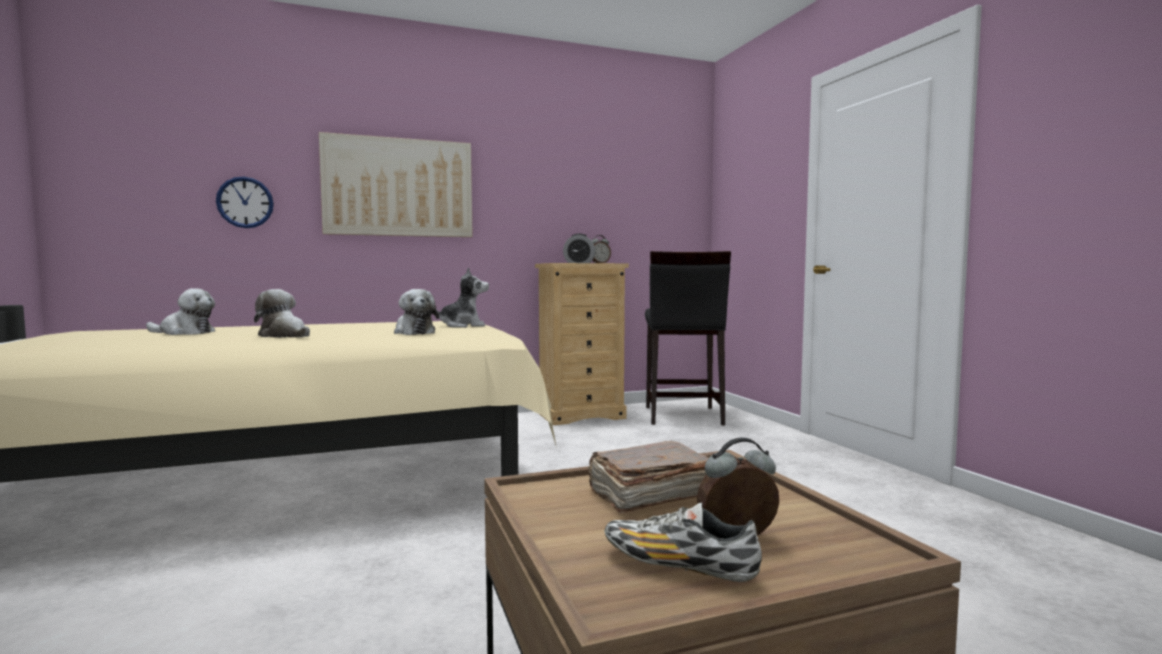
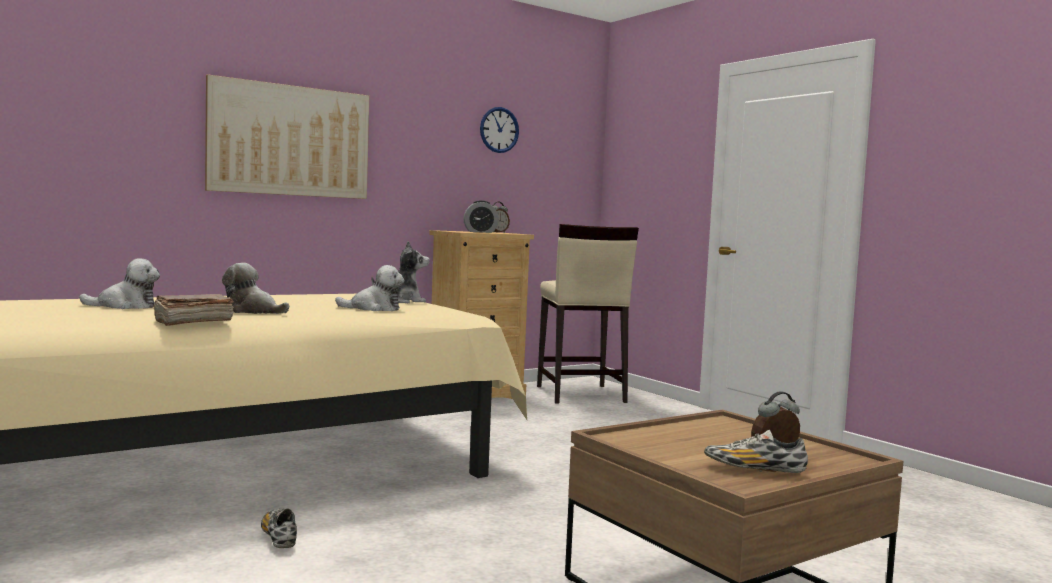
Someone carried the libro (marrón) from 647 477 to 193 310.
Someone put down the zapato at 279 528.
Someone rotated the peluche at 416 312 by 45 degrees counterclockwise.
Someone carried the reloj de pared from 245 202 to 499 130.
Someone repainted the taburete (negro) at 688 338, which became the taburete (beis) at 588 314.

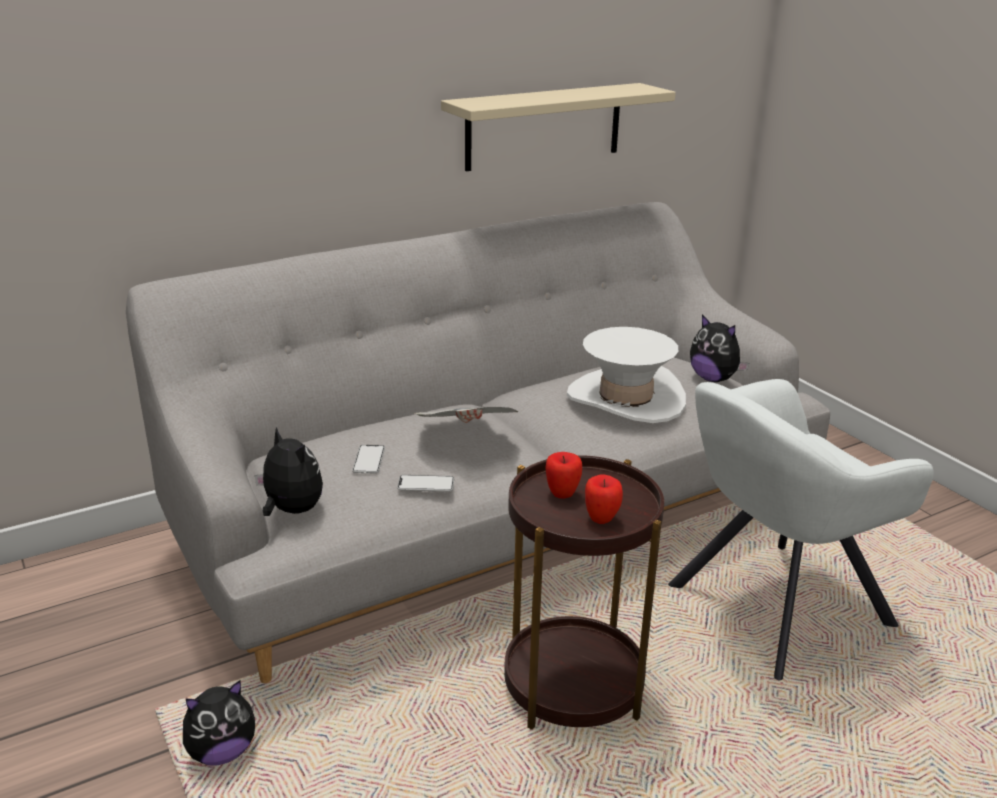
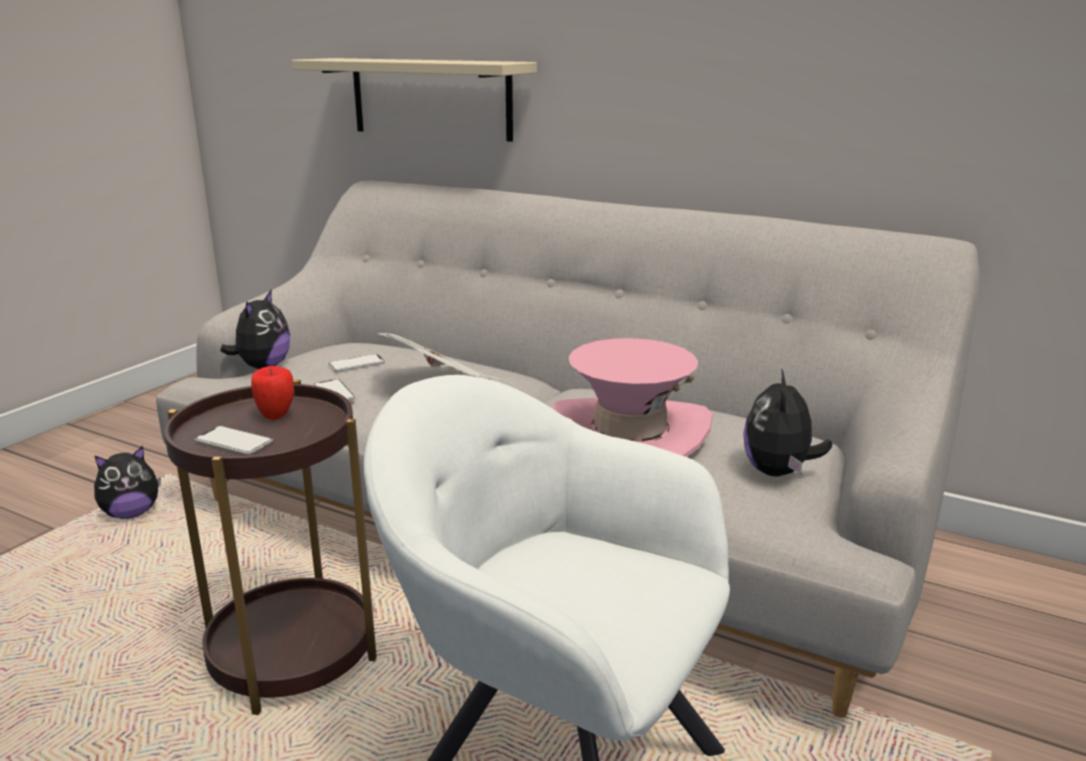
Someone rotated the peluche at 219 722 by 60 degrees counterclockwise.
Someone swapped the manzana at 604 499 for the móvil at 233 440.
Someone carried the estante (beis) from 558 127 to 414 100.
Someone repainted the sombrero (blanco) at 626 375, which became the sombrero (rosa) at 631 397.

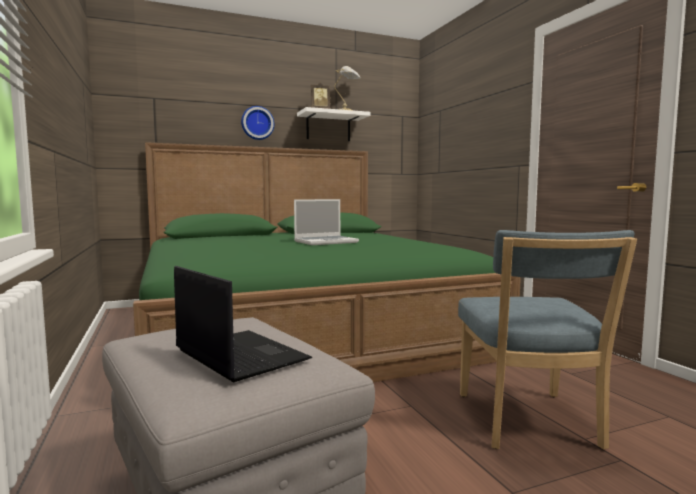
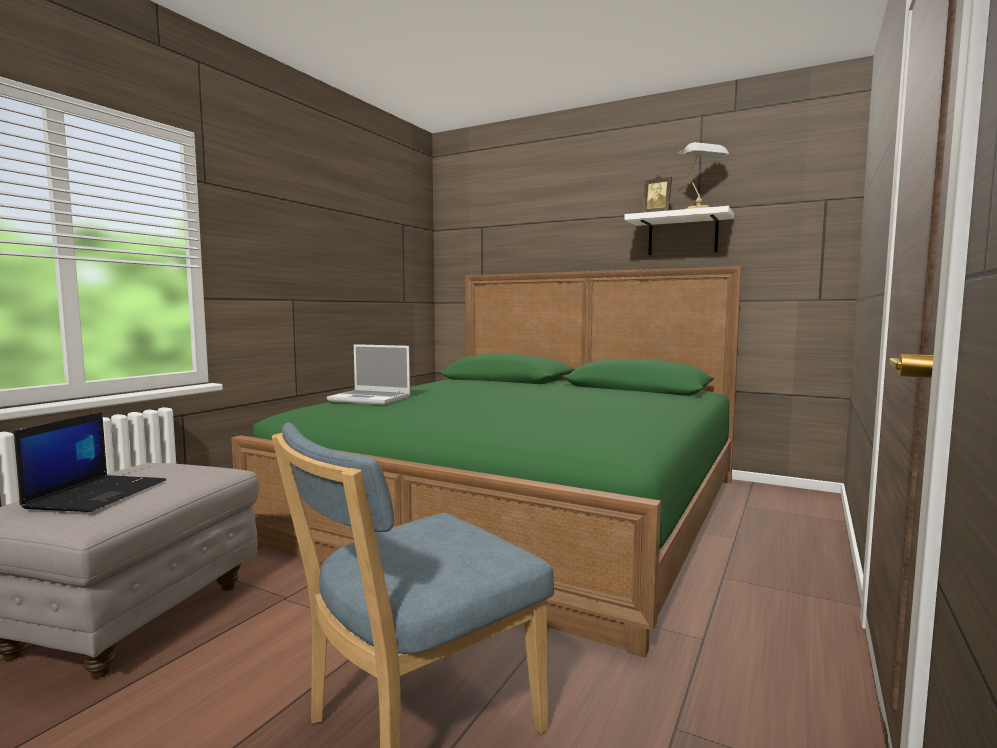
Someone carried the portátil from 326 222 to 368 374.
Someone took away the reloj de pared at 257 123.

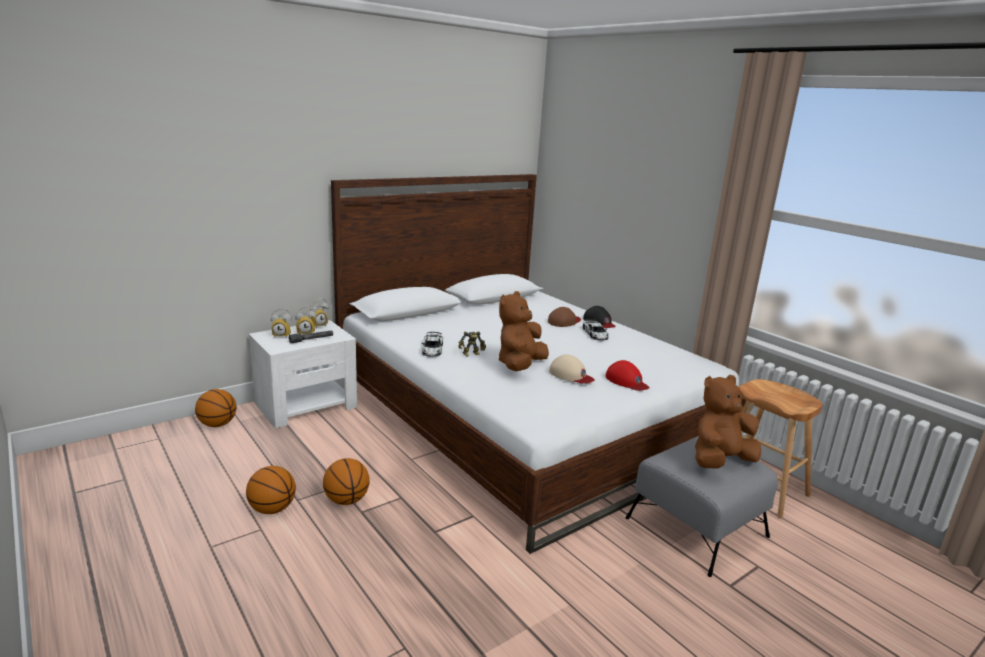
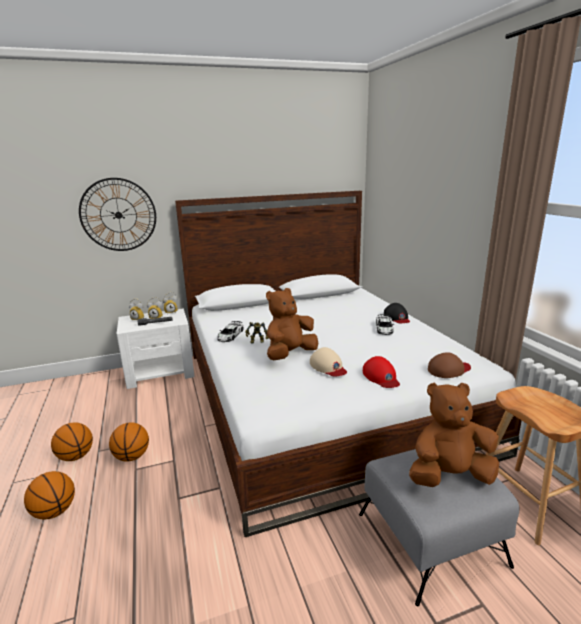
Someone carried the balón de baloncesto from 216 408 to 49 495.
Someone put up the reloj de pared at 117 214.
Someone carried the gorra (marrón) from 564 317 to 449 365.

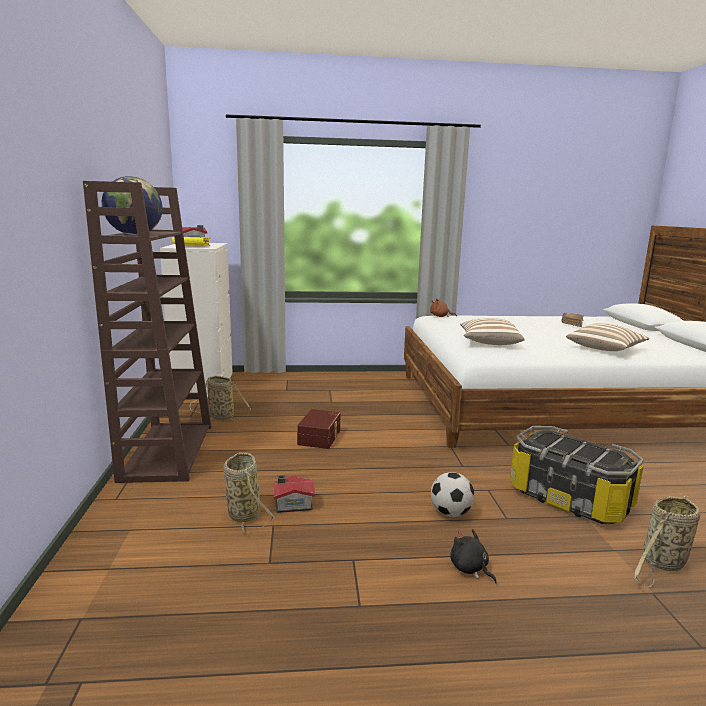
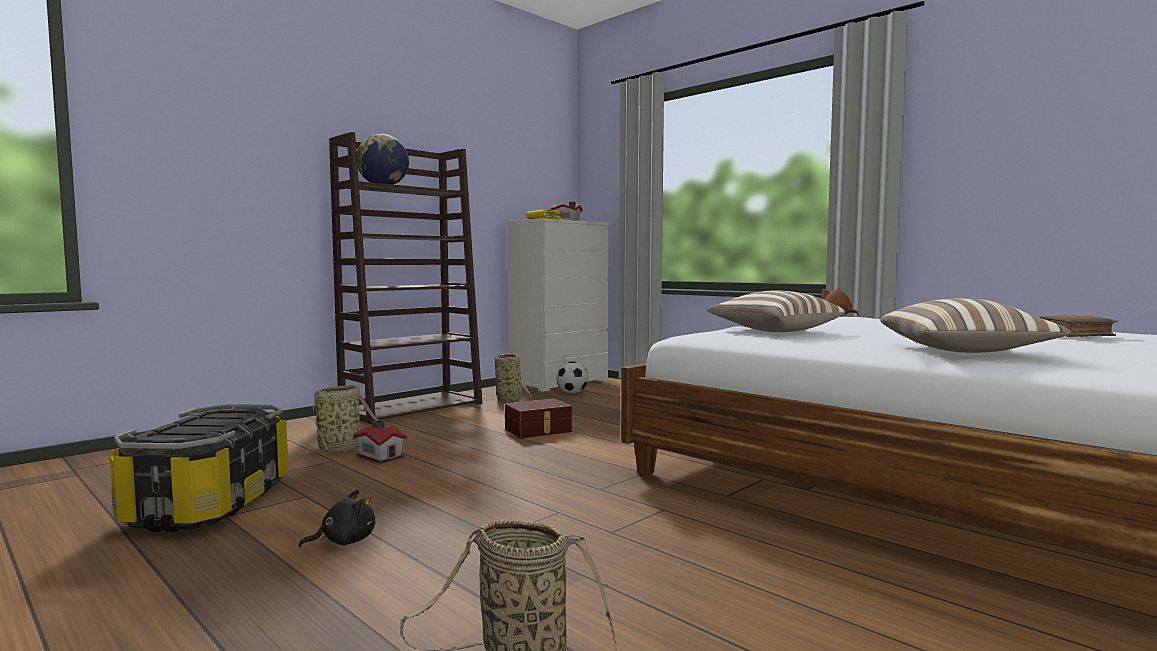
Someone carried the caja de almacenaje from 577 475 to 198 468.
Someone rotated the peluche (negro) at 473 556 by 45 degrees clockwise.
Someone carried the balón de fútbol from 452 494 to 572 377.

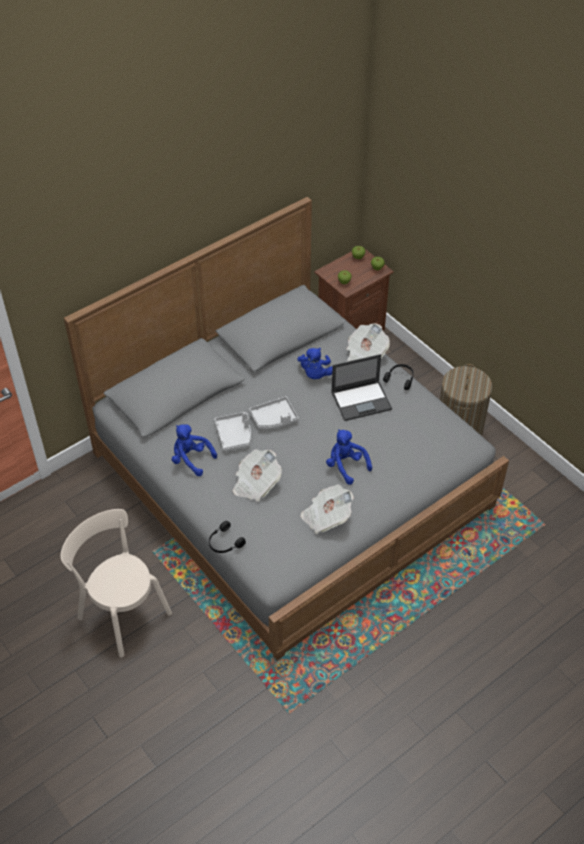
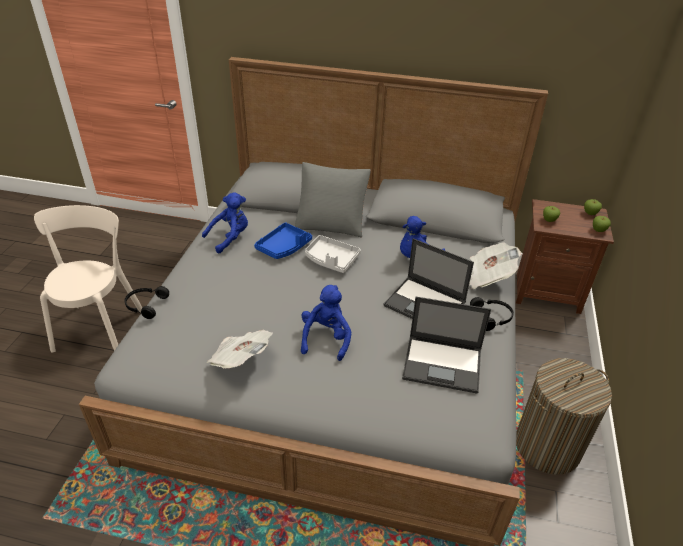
Someone rotated the peluche (azul) at 194 450 by 60 degrees clockwise.
Someone repainted the bandeja (gris) at 232 432, which became the bandeja (azul) at 283 240.
Someone put down the cojín (gris) at 333 199.
Someone put down the portátil at 446 345.
Someone took away the periódico at 257 475.

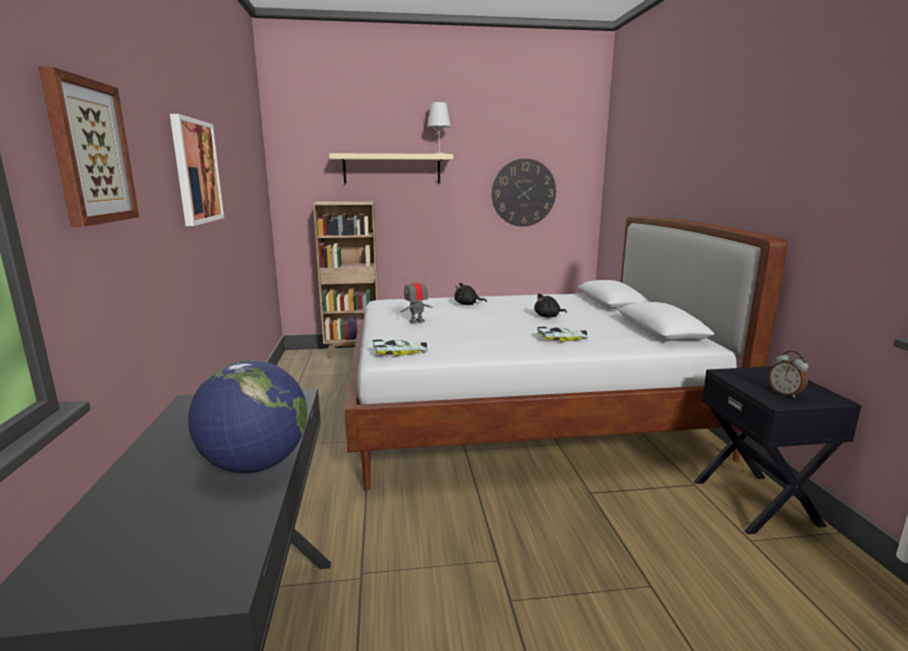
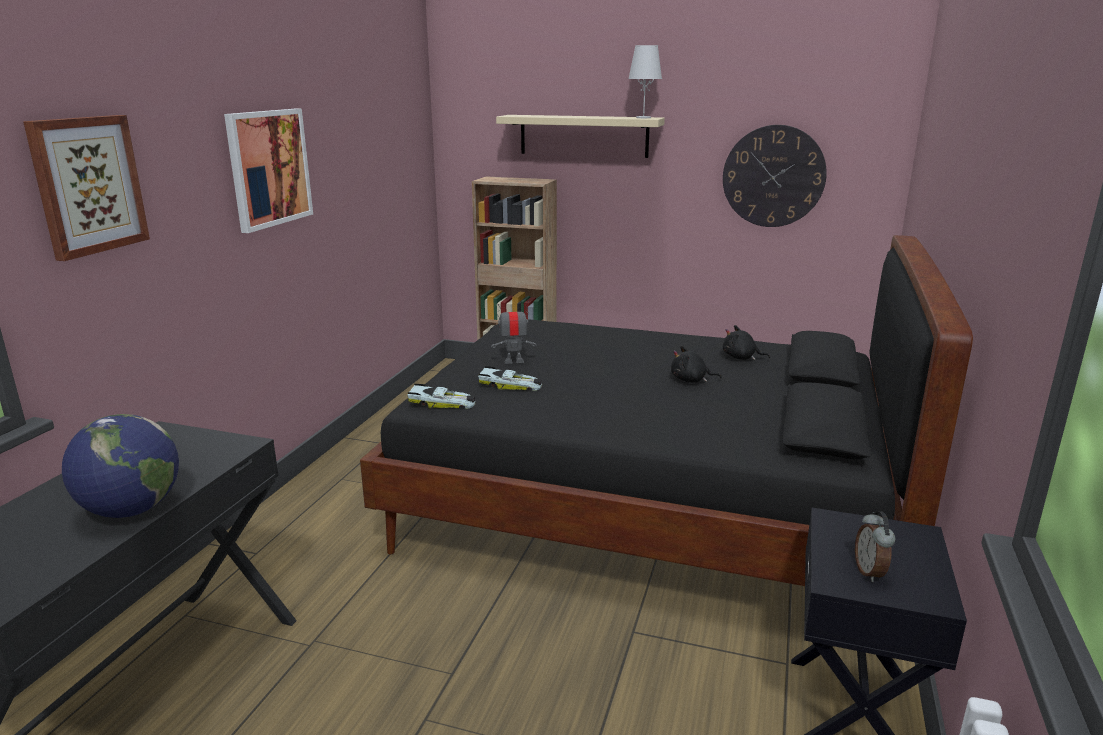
Someone repainted the cama (blanco) at 566 353, which became the cama (negro) at 666 410.
Someone carried the coche de juguete from 562 334 to 510 378.
Someone carried the peluche (negro) from 470 294 to 746 342.

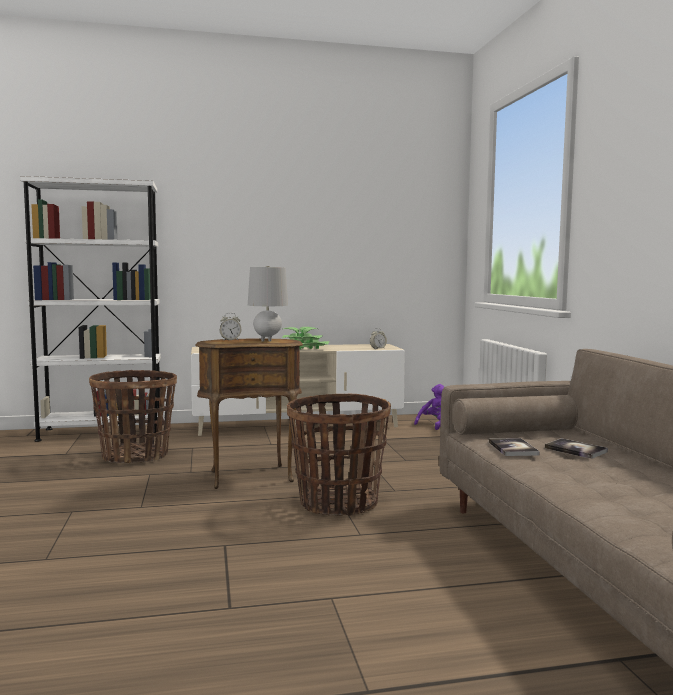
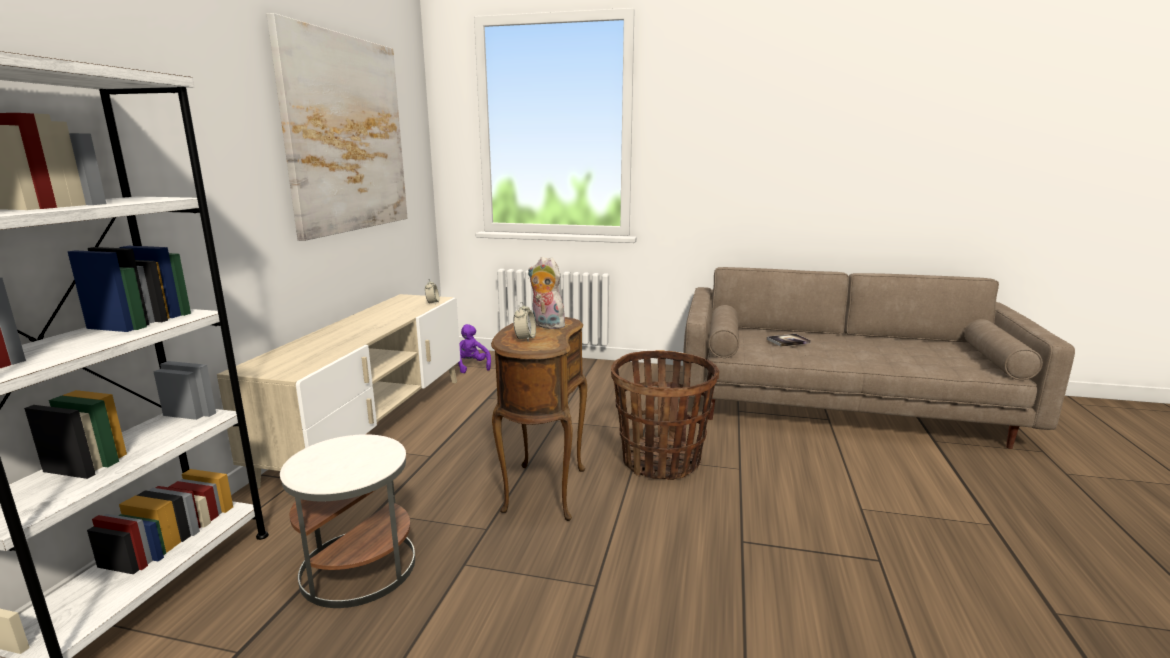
Someone put up the cuadro at 337 127.
Someone swapped the cesta at 133 416 for the mesa auxiliar (blanco) at 347 521.
Someone swapped the lámpara de mesa (gris) at 268 304 for the peluche at 548 293.
Someone took away the planta en maceta at 306 338.
Someone took away the libro at 514 447.

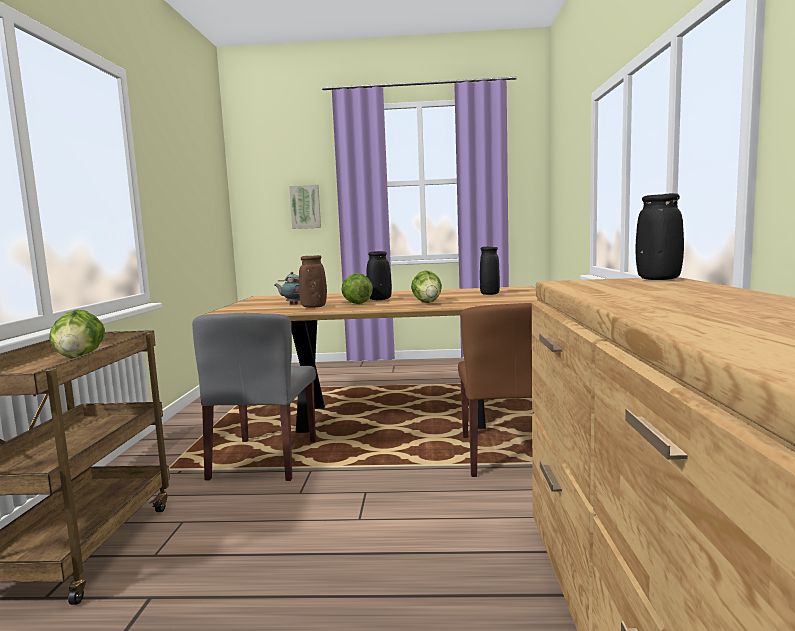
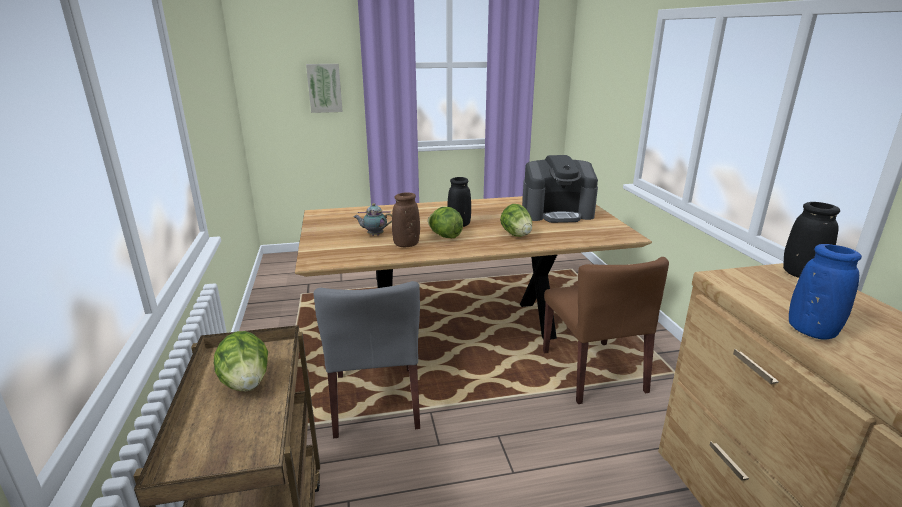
Someone swapped the florero (negro) at 490 271 for the cafetera at 560 189.
Someone put down the florero (azul) at 825 292.

